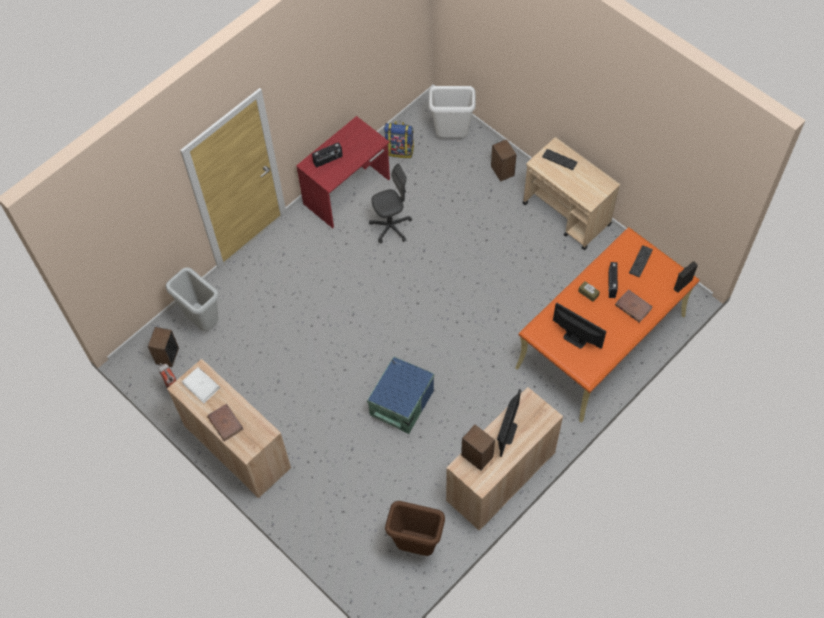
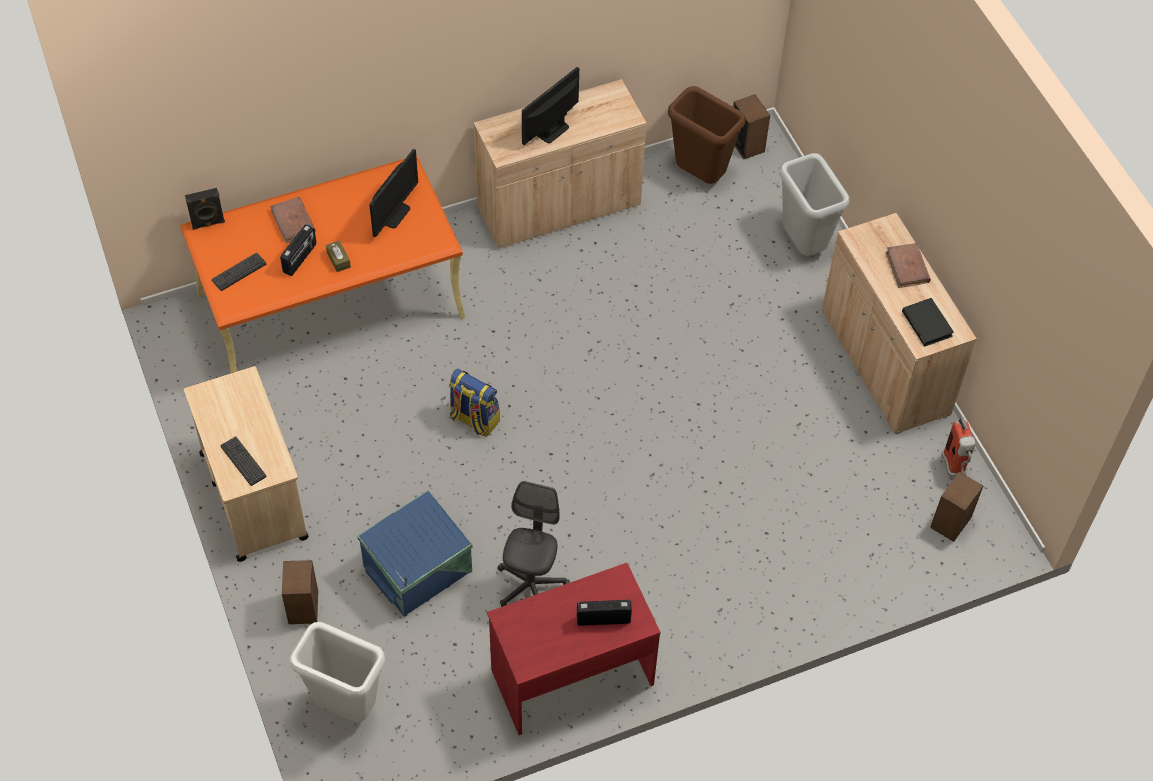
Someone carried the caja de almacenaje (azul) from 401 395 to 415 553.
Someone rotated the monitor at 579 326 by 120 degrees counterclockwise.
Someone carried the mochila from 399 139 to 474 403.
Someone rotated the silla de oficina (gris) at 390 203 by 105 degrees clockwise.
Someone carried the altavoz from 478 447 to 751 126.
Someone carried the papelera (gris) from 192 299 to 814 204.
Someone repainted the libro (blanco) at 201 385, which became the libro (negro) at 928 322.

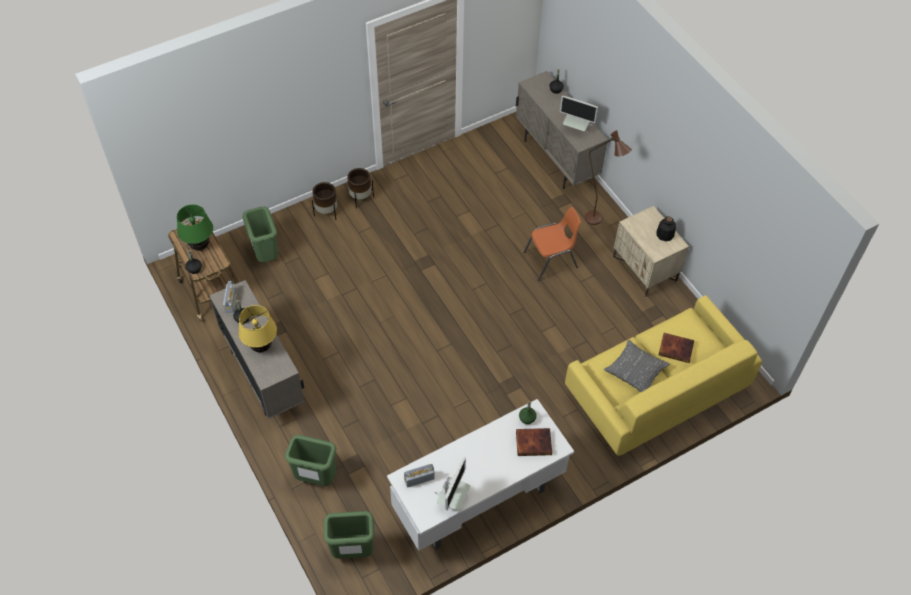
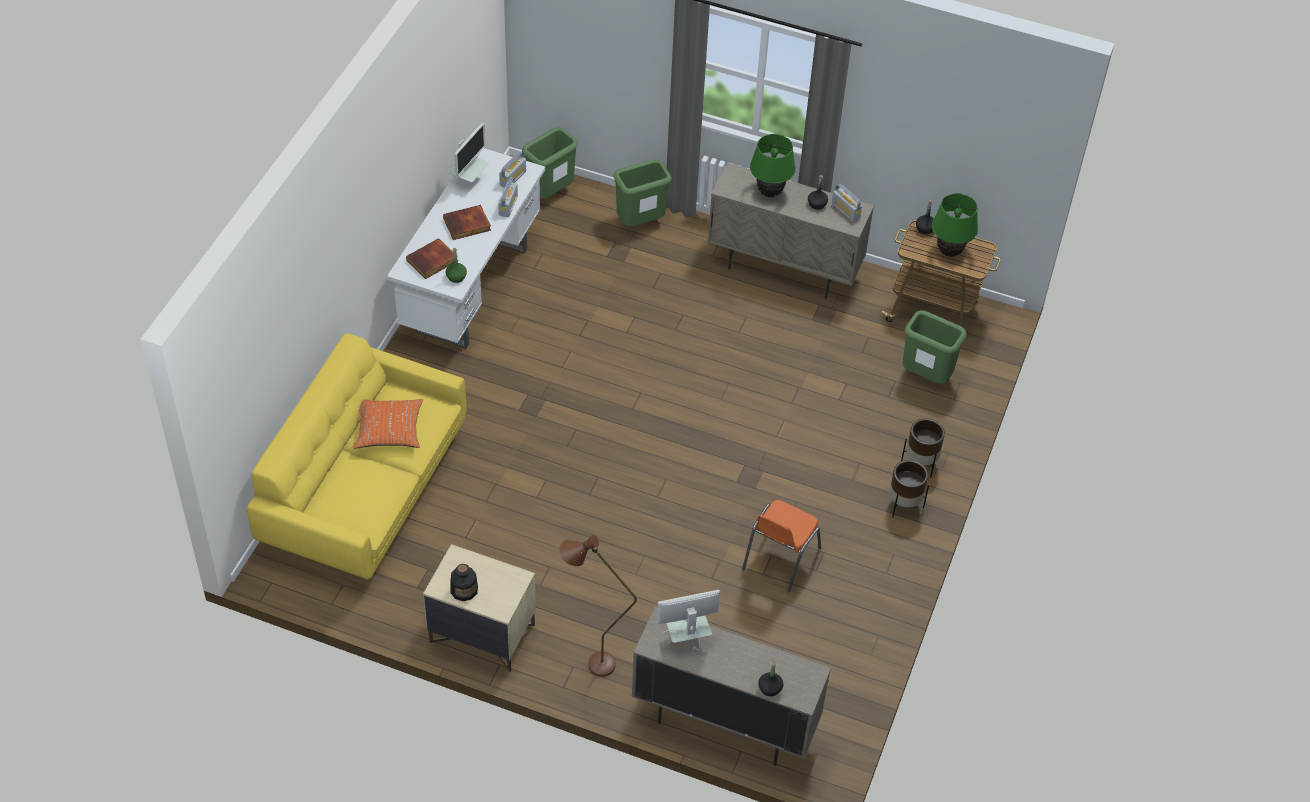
Someone repainted the cojín (gris) at 637 365, which became the cojín (naranja) at 388 424.
Someone carried the libro from 676 348 to 467 222.
Someone rotated the monitor at 453 483 by 135 degrees counterclockwise.
Someone put down the radio at 508 197.
Someone carried the silla (naranja) from 552 244 to 781 546.
Someone repainted the lámpara de mesa (amarillo) at 257 328, which became the lámpara de mesa (verde) at 773 165.

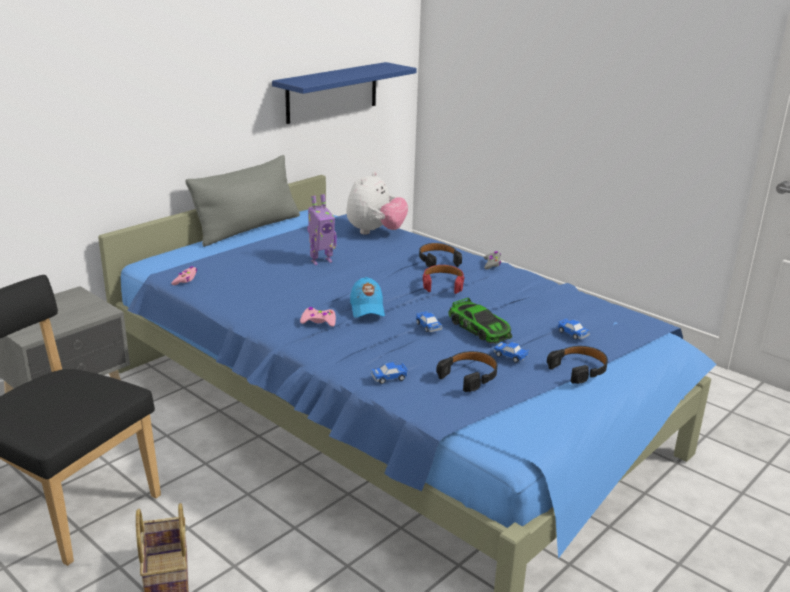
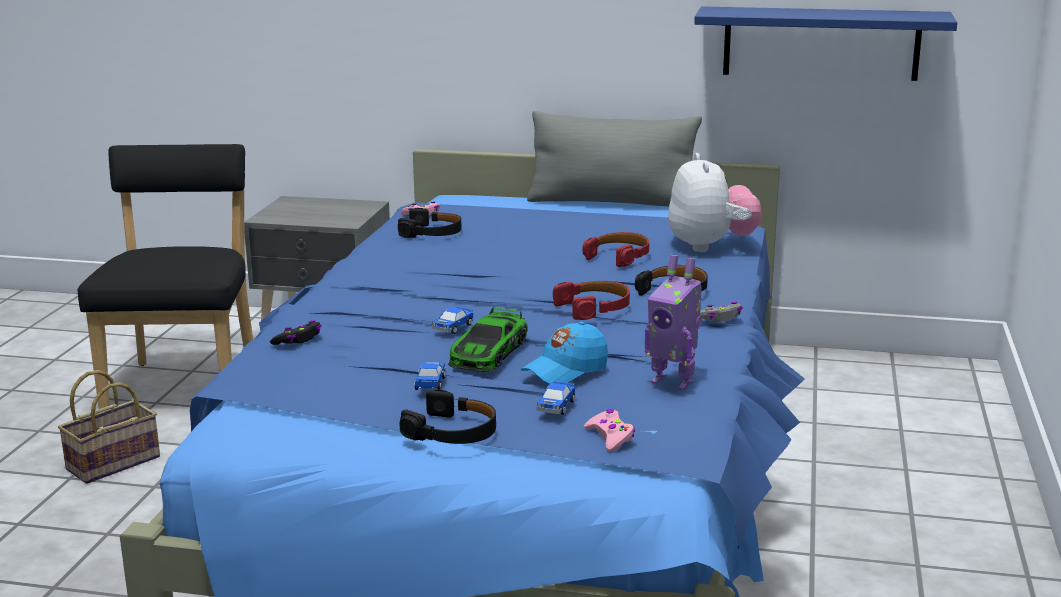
Someone swapped the coche de juguete at 389 373 for the mando de consola (negro) at 296 332.
Someone carried the auriculares (negro) from 466 371 to 430 223.
Someone carried the gorra (azul) from 367 297 to 564 353.
Someone put down the auriculares (rojo) at 616 249.
Someone carried the mando de consola (rosa) from 318 317 to 609 430.
Someone carried the robot de juguete from 321 229 to 673 322.
Someone rotated the peluche at 377 203 by 90 degrees counterclockwise.

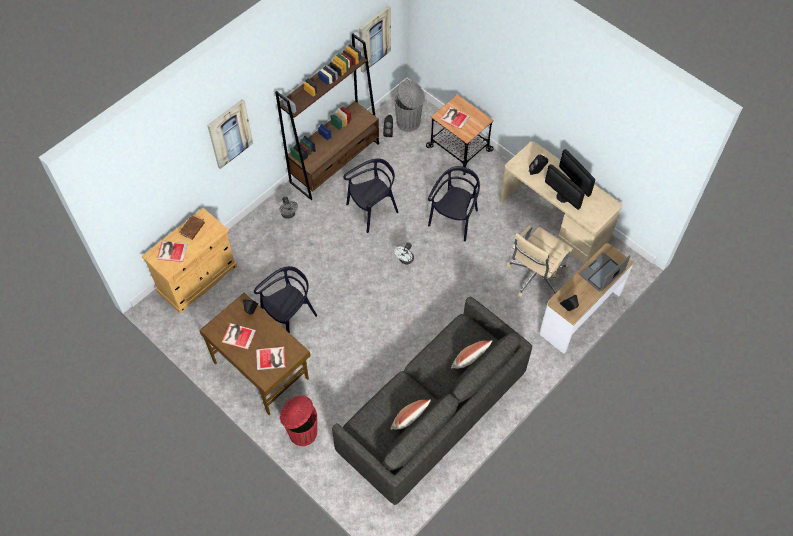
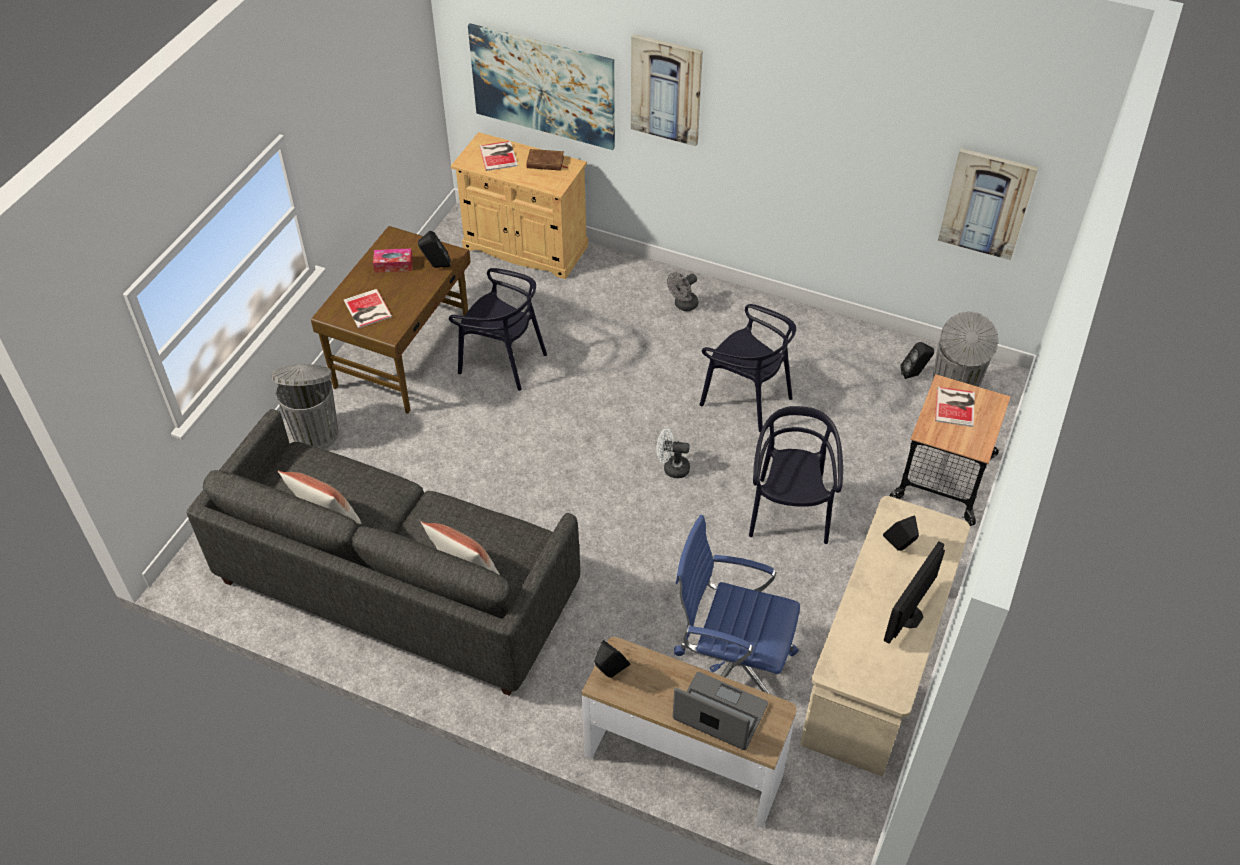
Someone repainted the papelera (rojo) at 298 420, which became the papelera (gris) at 304 407.
Someone swapped the libro at 239 336 for the caja de pañuelos at 393 260.
Someone put up the cuadro at 541 86.
Someone repainted the silla de oficina (beis) at 539 261, which became the silla de oficina (azul) at 737 604.
Someone rotated the silla (negro) at 454 203 by 90 degrees counterclockwise.
Someone took away the estantería (marrón) at 327 116.
Someone took away the monitor at 565 187.

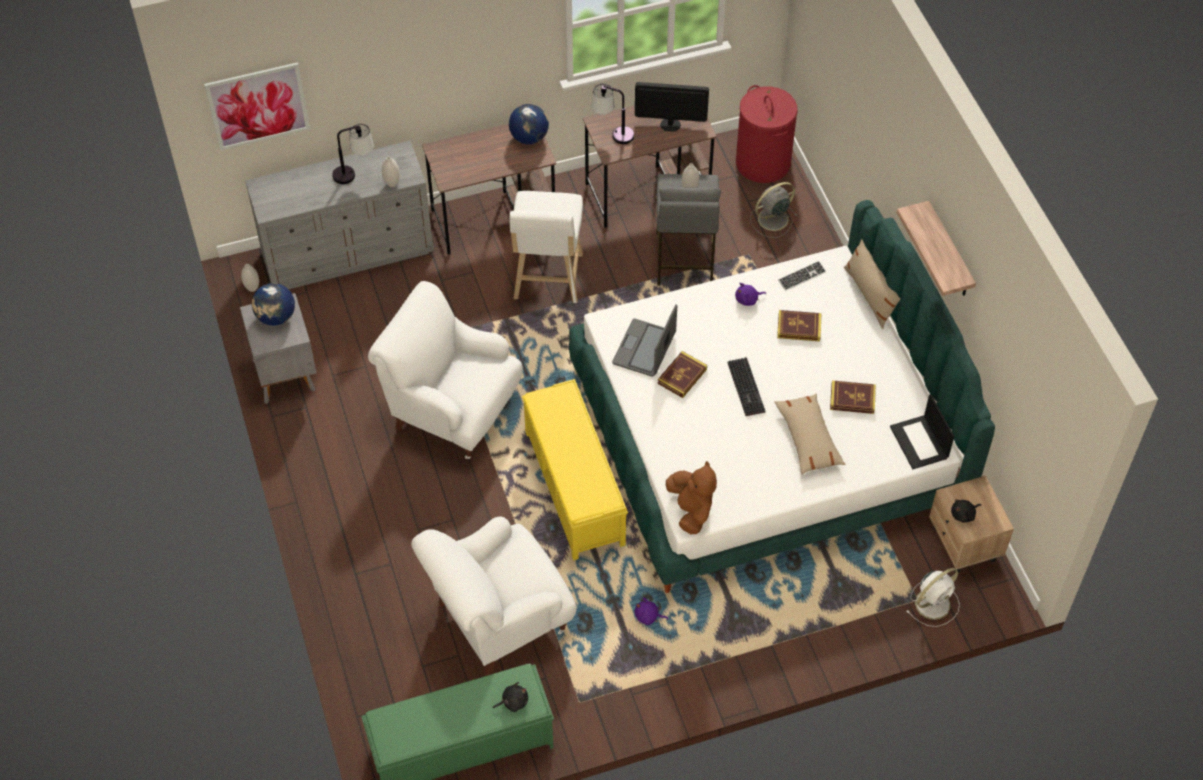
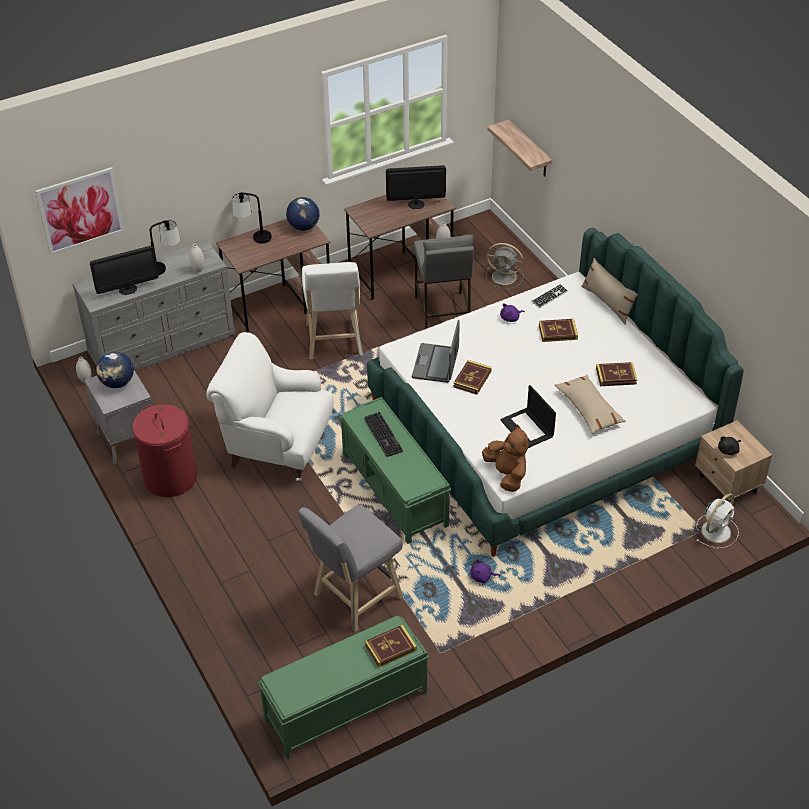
Someone put down the monitor at 124 270.
Someone carried the cesto de la ropa (rojo) from 767 134 to 164 450.
Someone carried the lámpara de mesa from 612 113 to 252 217.
Someone swapped the sillón (blanco) at 493 596 for the taburete (gris) at 350 568.
Someone repainted the banco (amarillo) at 575 469, which became the banco (verde) at 395 470.
Someone carried the teclado from 747 386 to 383 434.
Someone swapped the peluche (negro) at 510 697 for the libro at 391 646.
Someone rotated the ventilador (gris) at 774 210 by 120 degrees counterclockwise.
Someone carried the estante from 936 248 to 519 148.
Someone carried the portátil from 922 431 to 528 416.

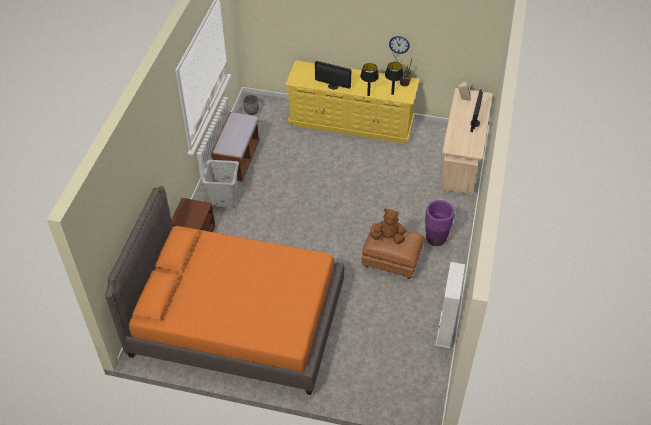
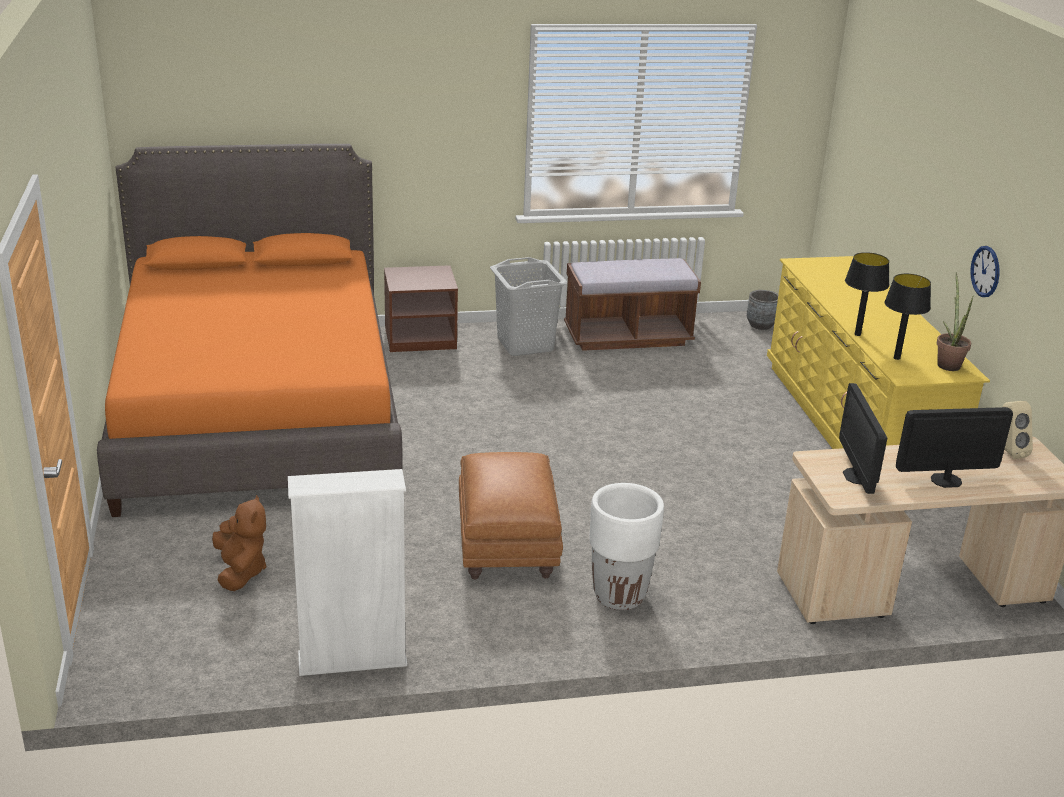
Someone carried the peluche (marrón) from 388 226 to 239 543.
Someone repainted the maceta (morado) at 440 223, which became the maceta (blanco) at 626 546.
Someone carried the monitor from 333 75 to 863 438.

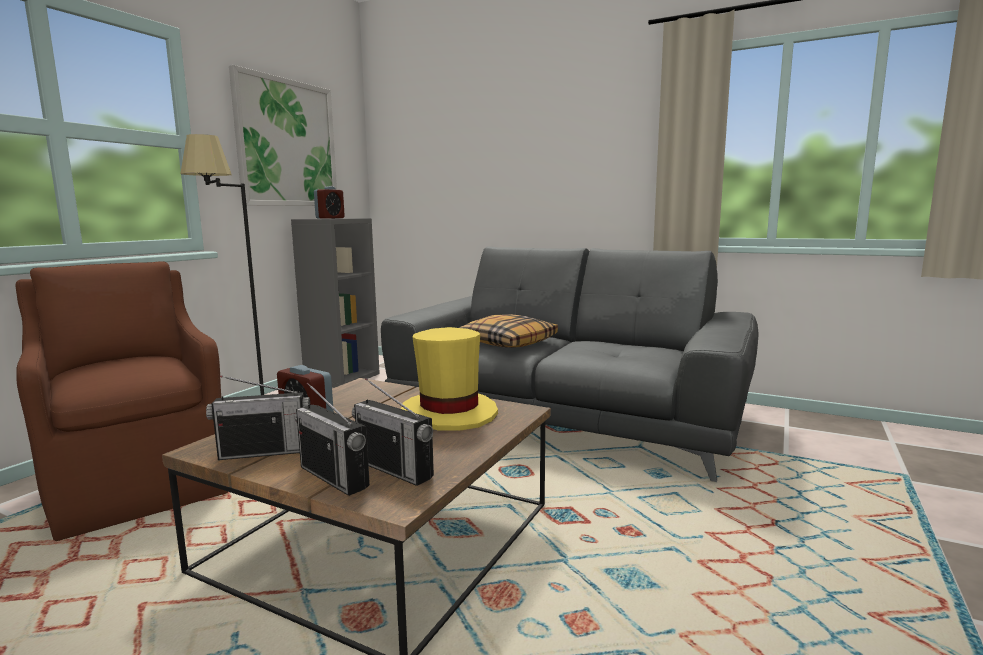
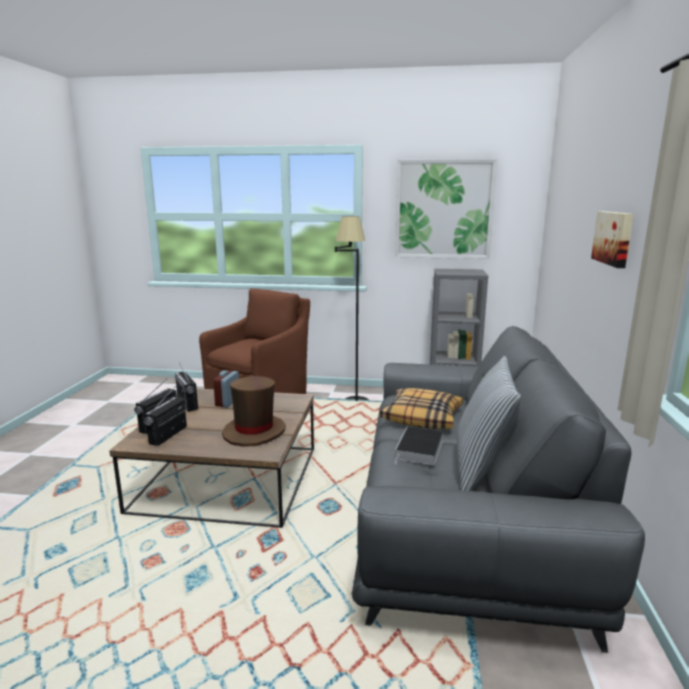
Someone repainted the sombrero (amarillo) at 449 379, which became the sombrero (marrón) at 254 411.
Someone put down the libro at 419 446.
Someone put down the cojín at 489 423.
Someone put up the cuadro at 612 239.
Someone took away the despertador at 329 202.

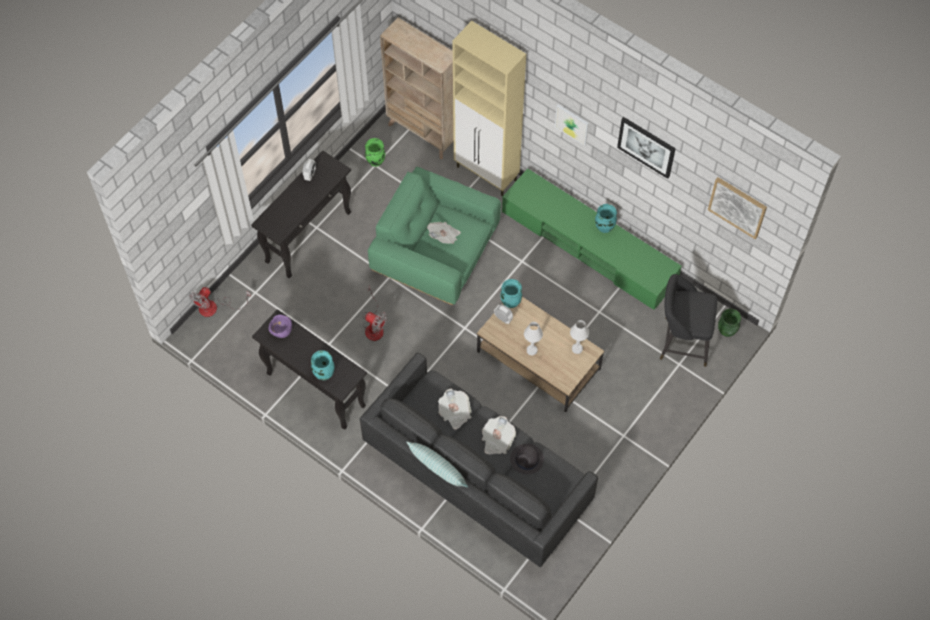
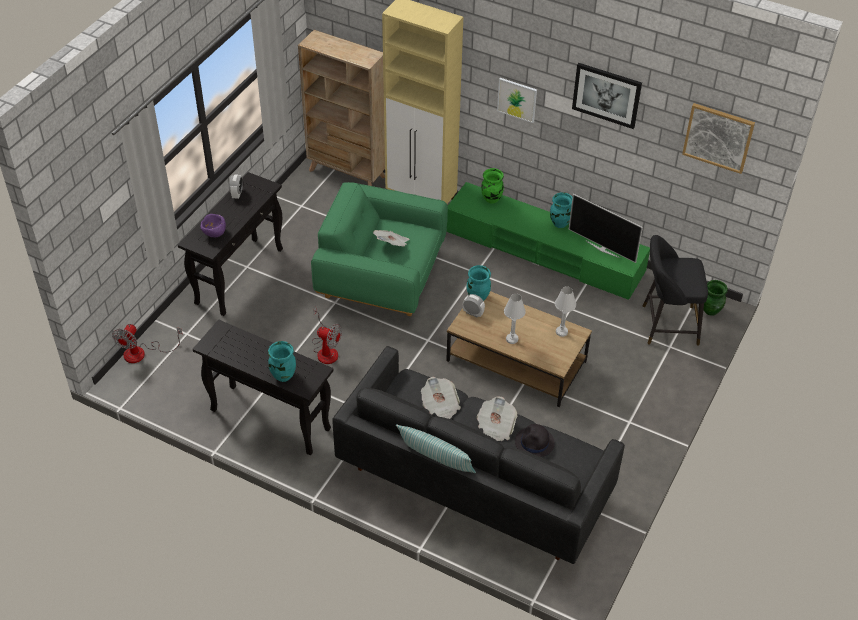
Someone carried the cuenco (morado) from 280 326 to 213 225.
Someone carried the florero (verde) from 375 152 to 492 185.
Someone put down the televisor at 605 228.

